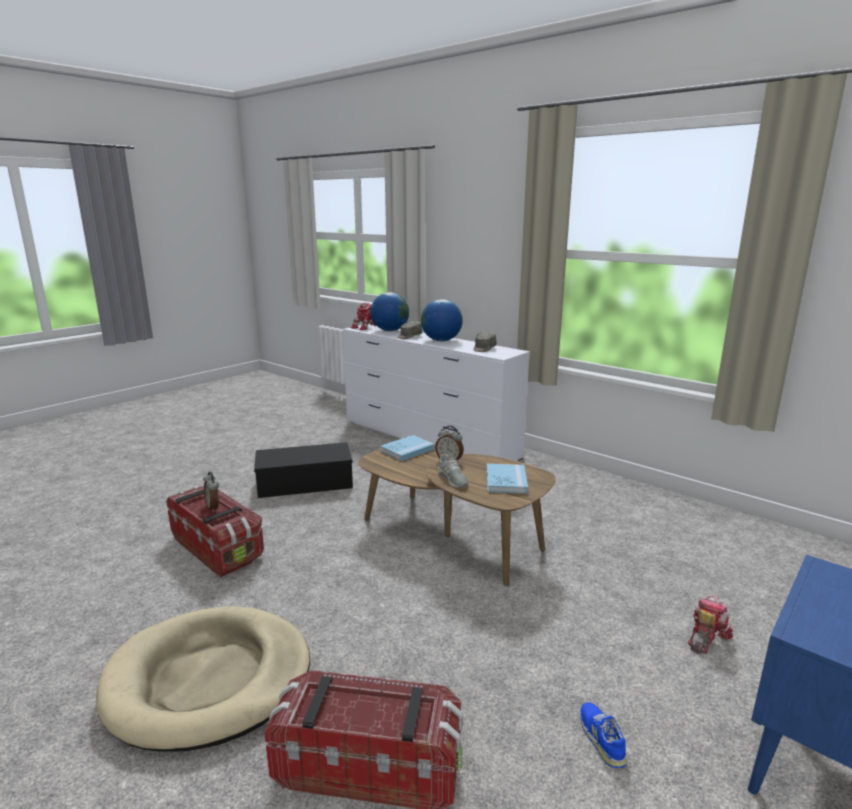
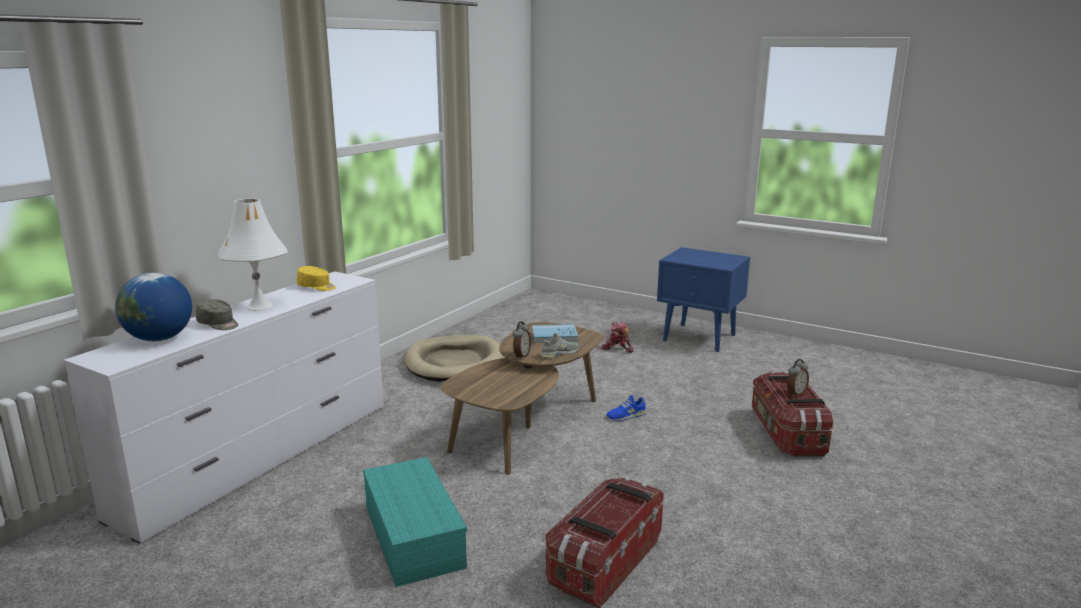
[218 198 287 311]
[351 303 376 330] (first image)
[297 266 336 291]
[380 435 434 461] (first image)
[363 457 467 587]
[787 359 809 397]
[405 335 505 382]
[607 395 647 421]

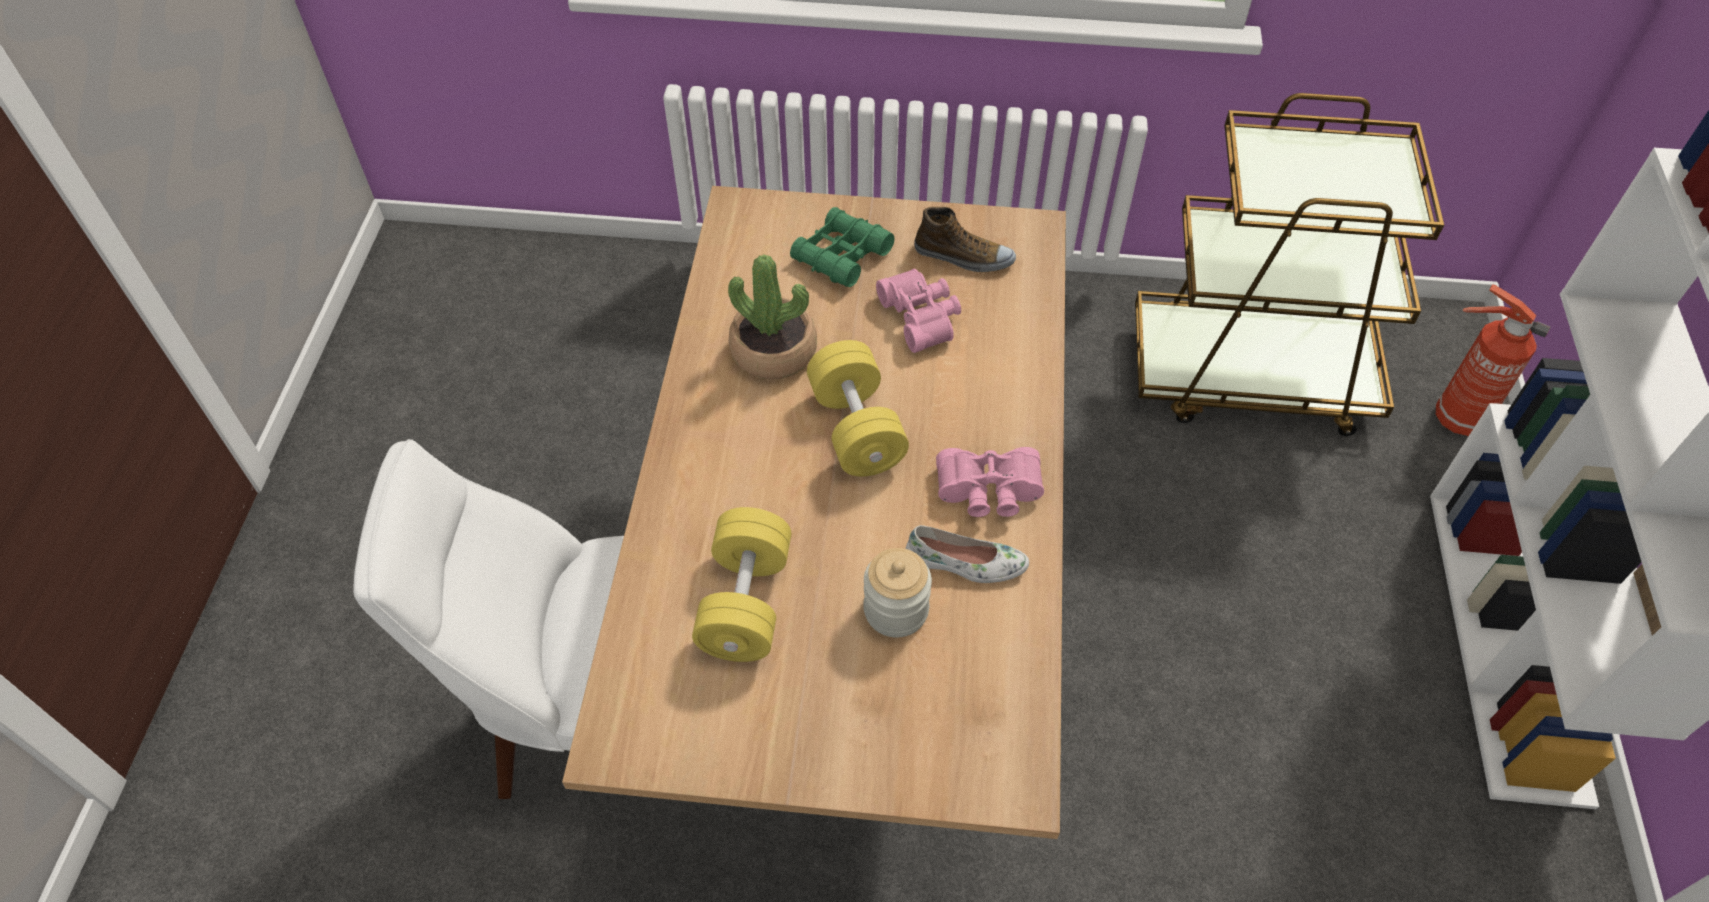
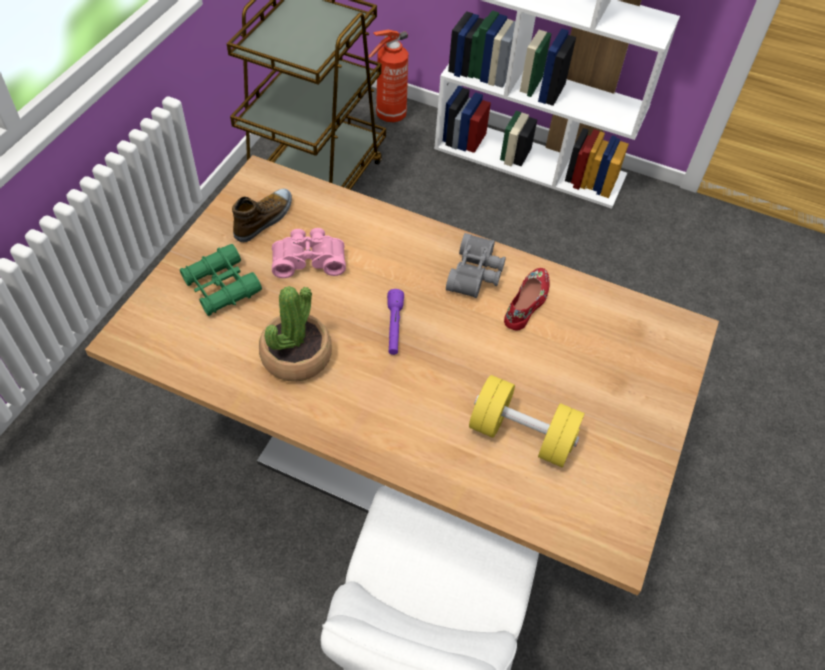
[387 289 404 355]
[446 233 506 298]
[504 268 550 330]
[863 548 932 638] (first image)

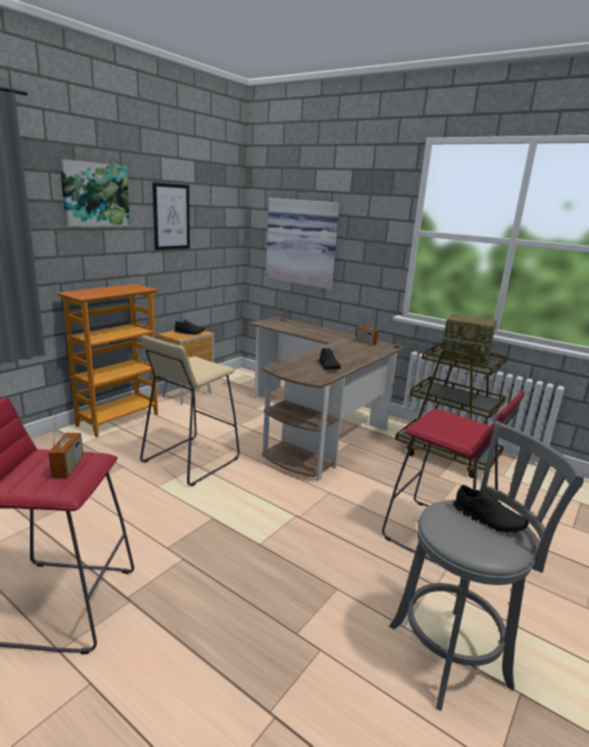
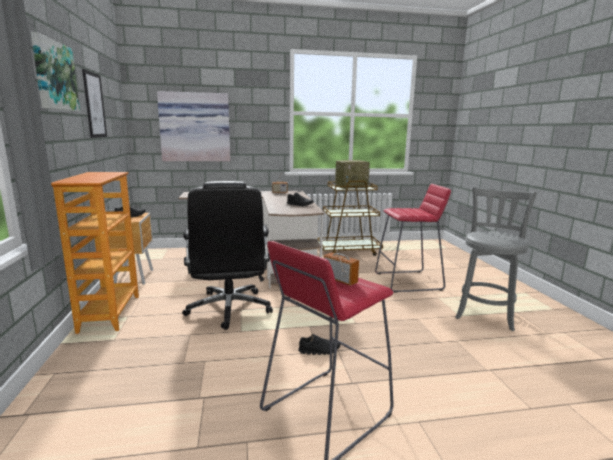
[182 181 273 330]
[298 334 340 355]

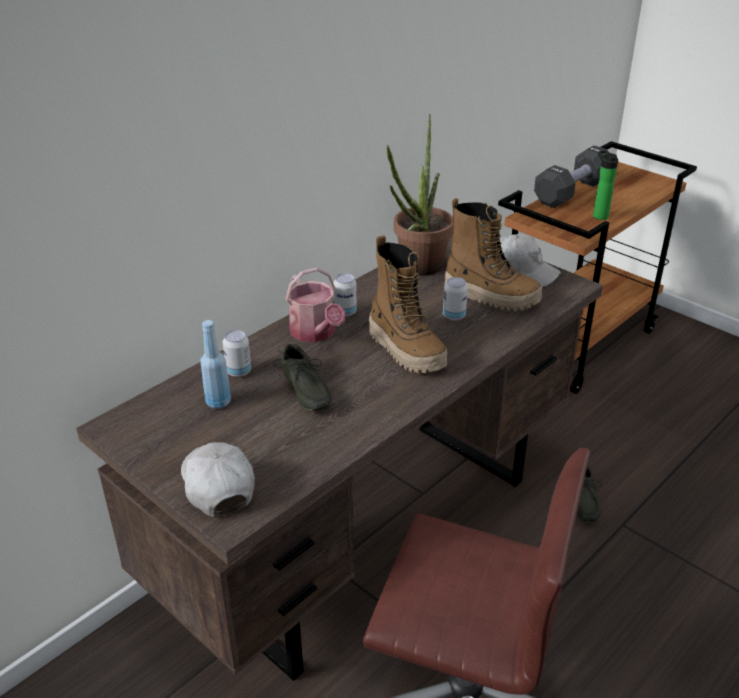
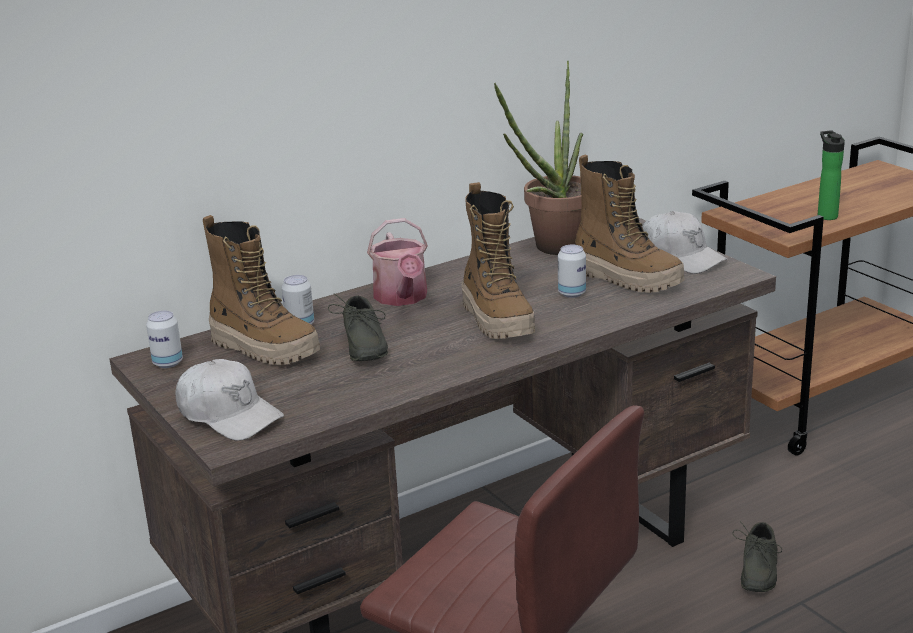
[534 145 608 208] (first image)
[146 311 183 368]
[203 215 320 365]
[175 359 284 441]

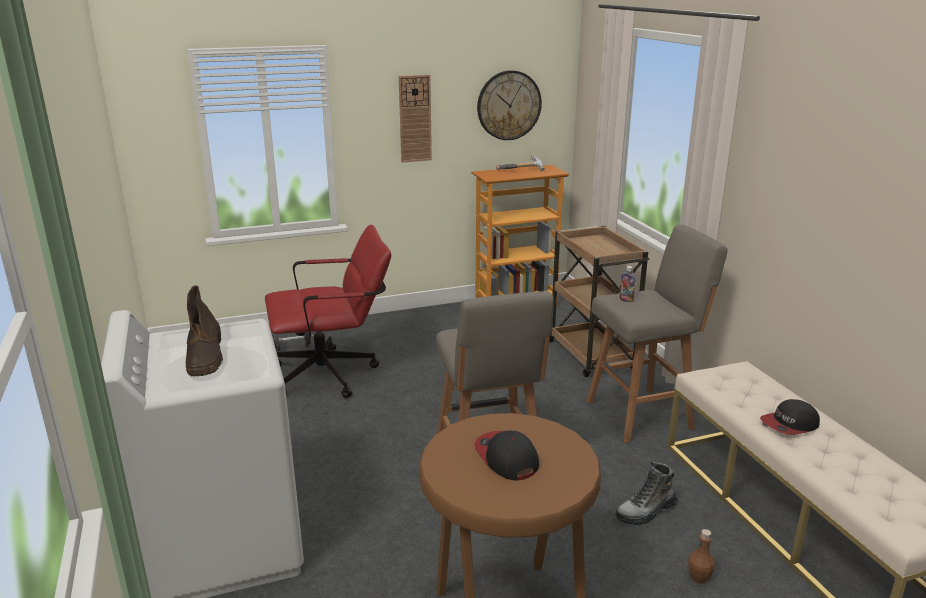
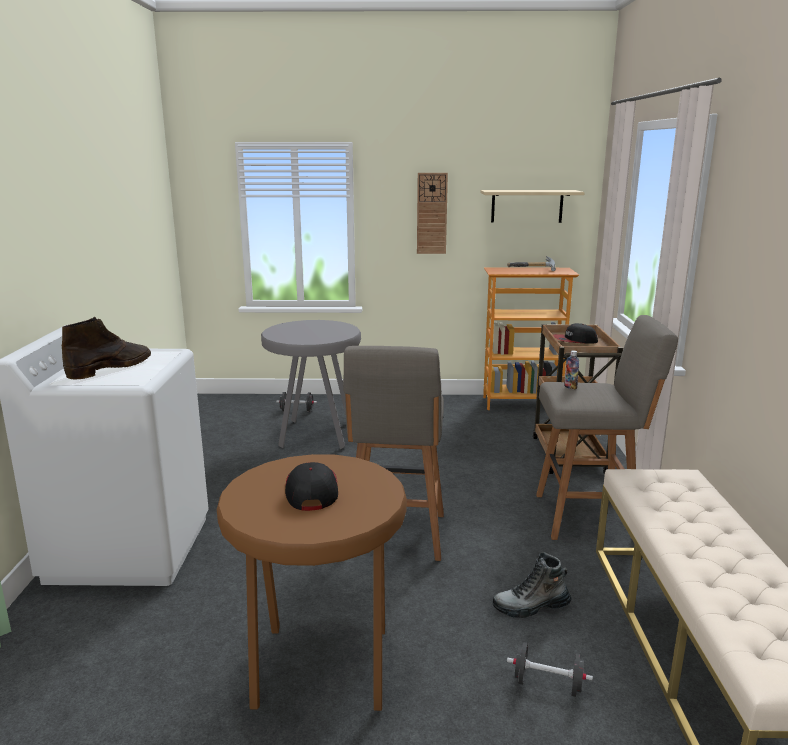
[480 190 585 223]
[261 320 361 449]
[62 317 151 379]
[553 323 598 343]
[507 642 593 697]

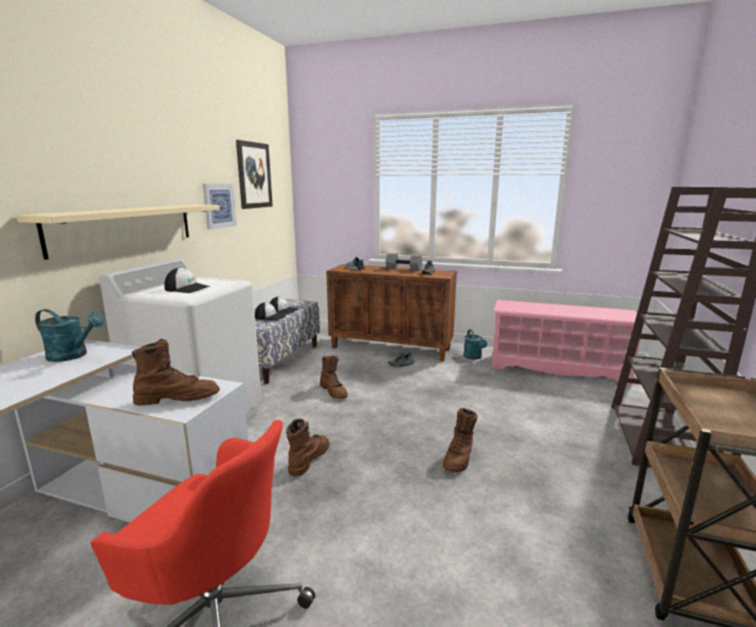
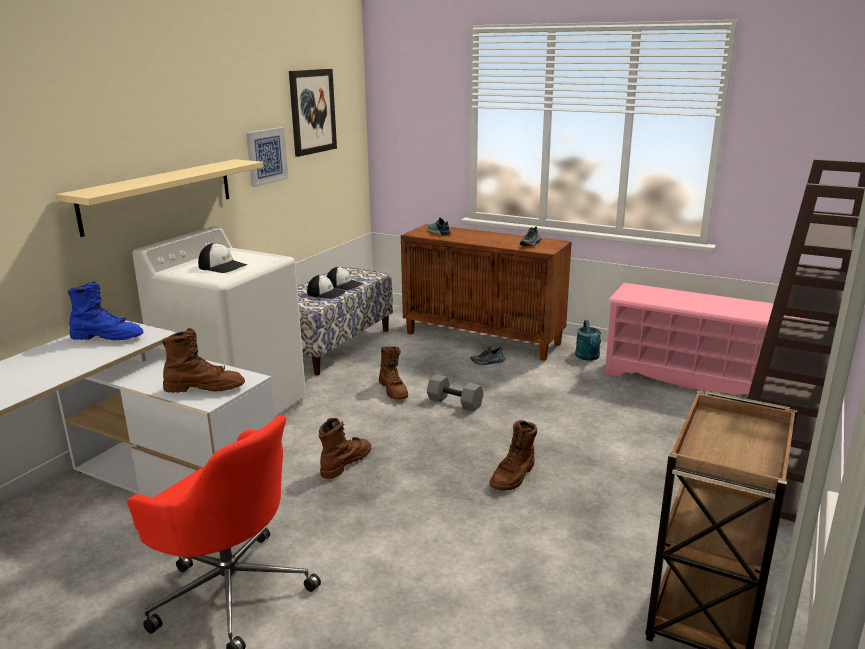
[427 374 484 411]
[68 281 144 340]

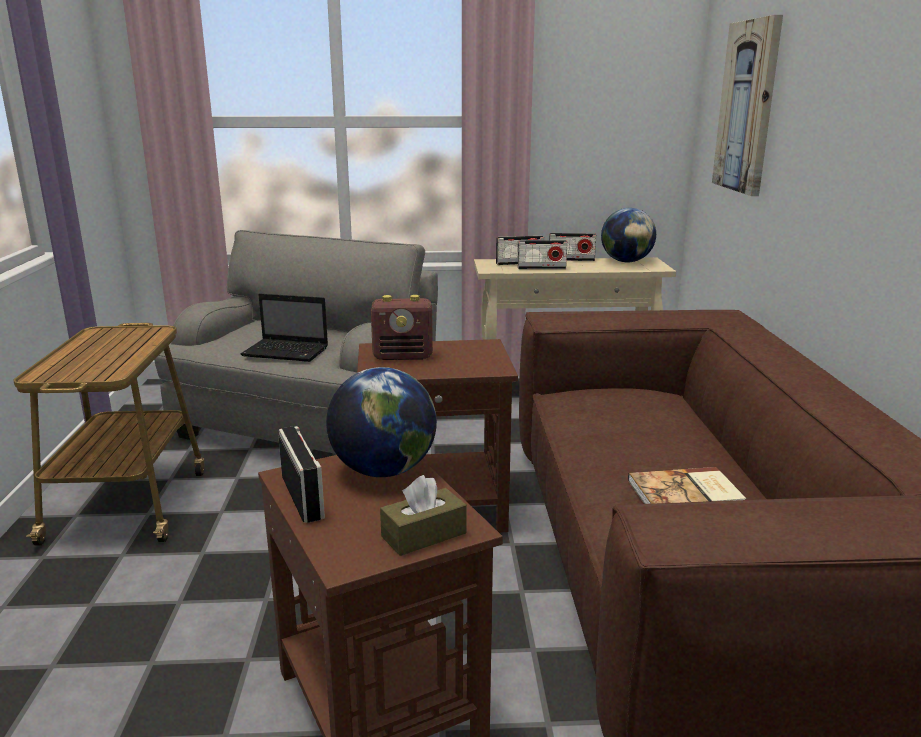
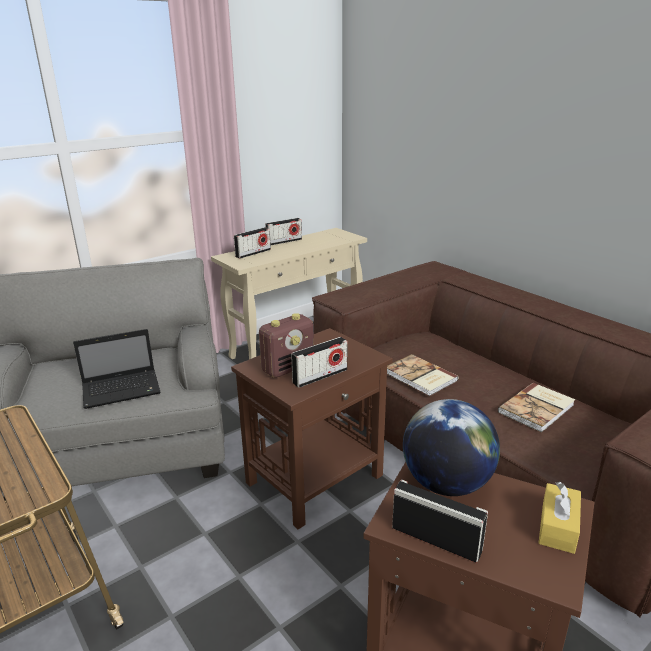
[712 15 783 196] (first image)
[601 208 656 262] (first image)
[291 337 347 388]
[539 482 581 554]
[387 354 458 396]

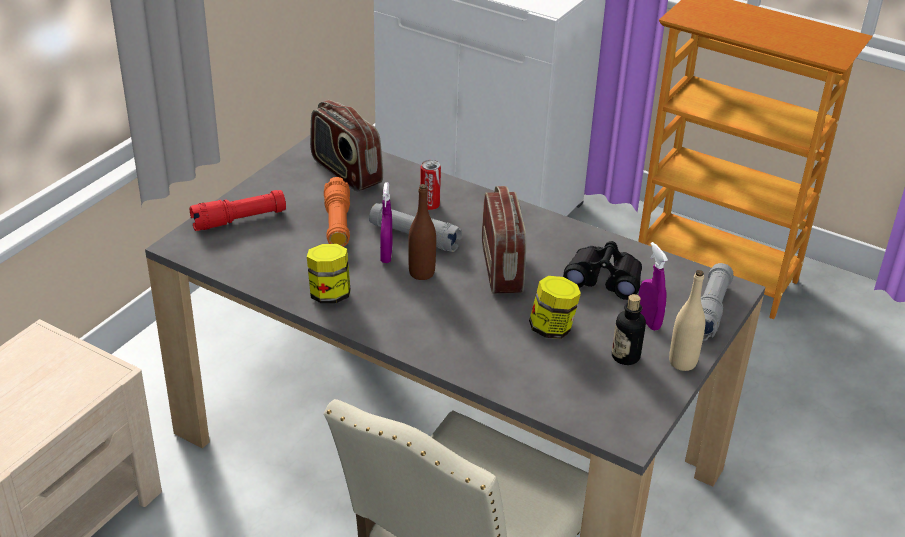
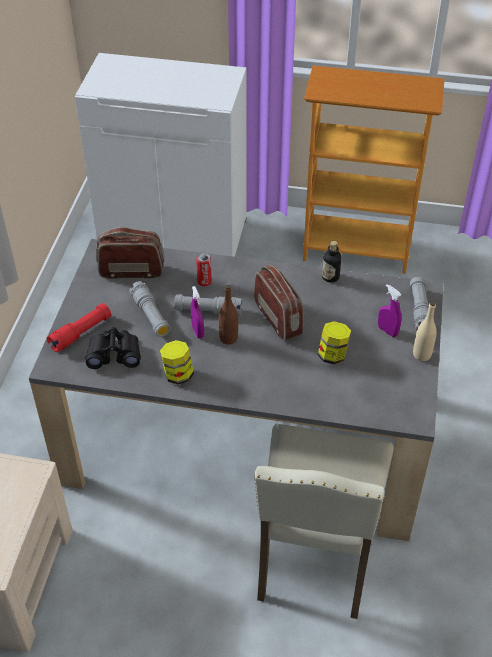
[96 227 165 279]
[129 281 170 337]
[85 327 141 369]
[322 241 341 283]

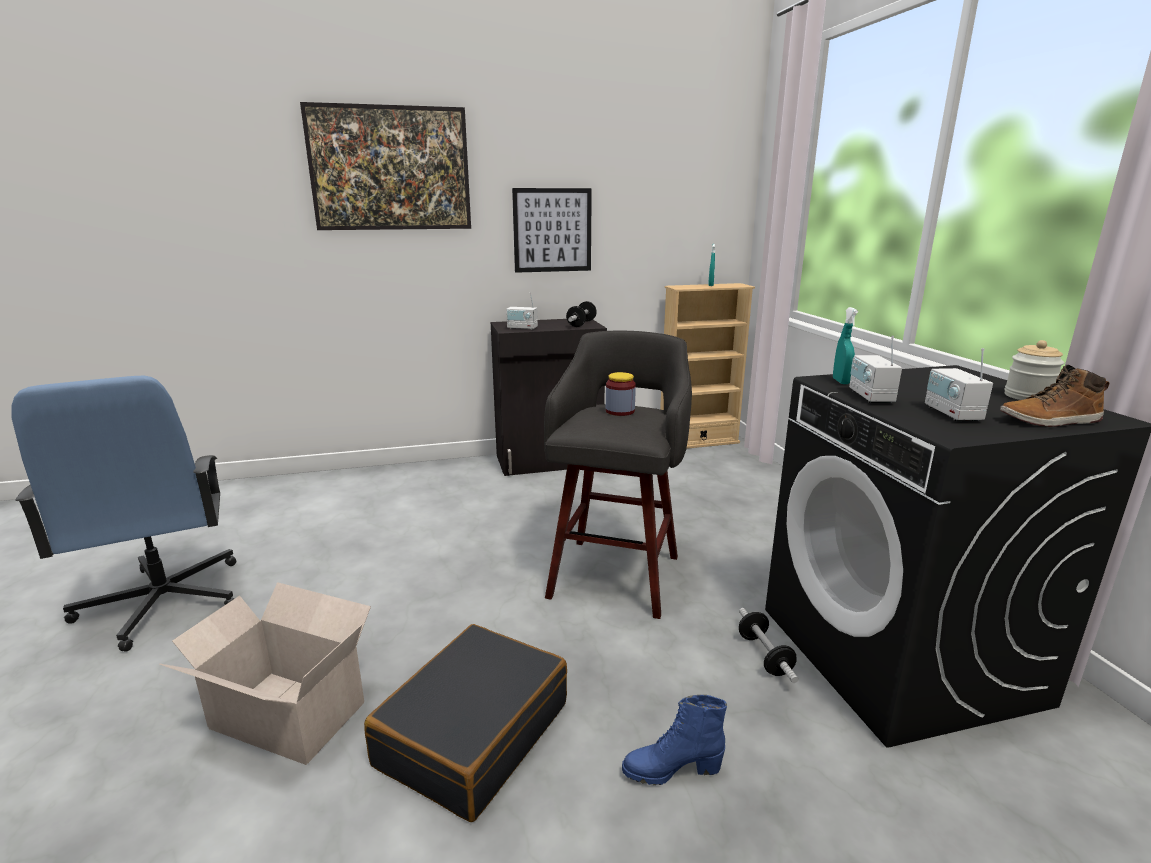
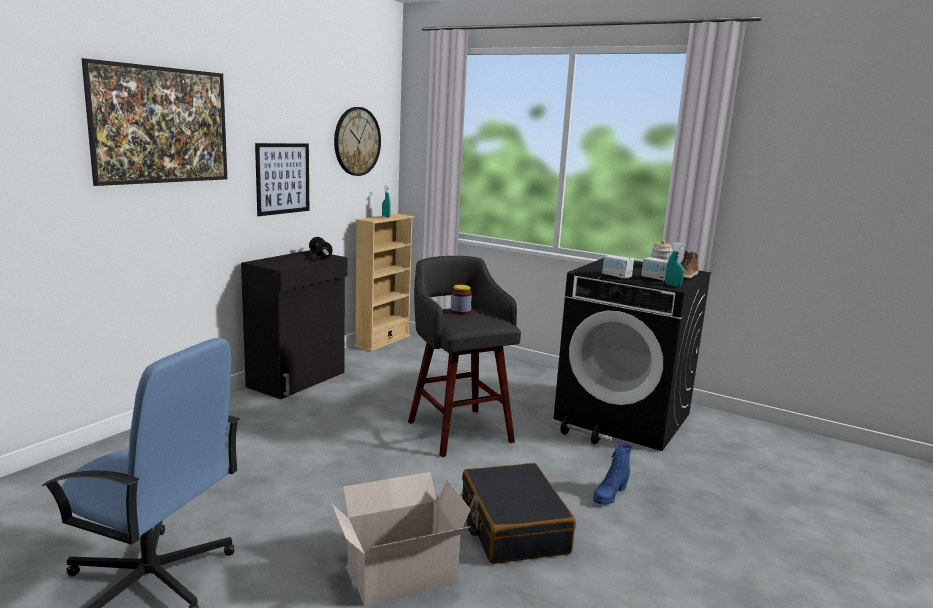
[506 292 538 330] (first image)
[665 242 686 287]
[334 107 381 176]

